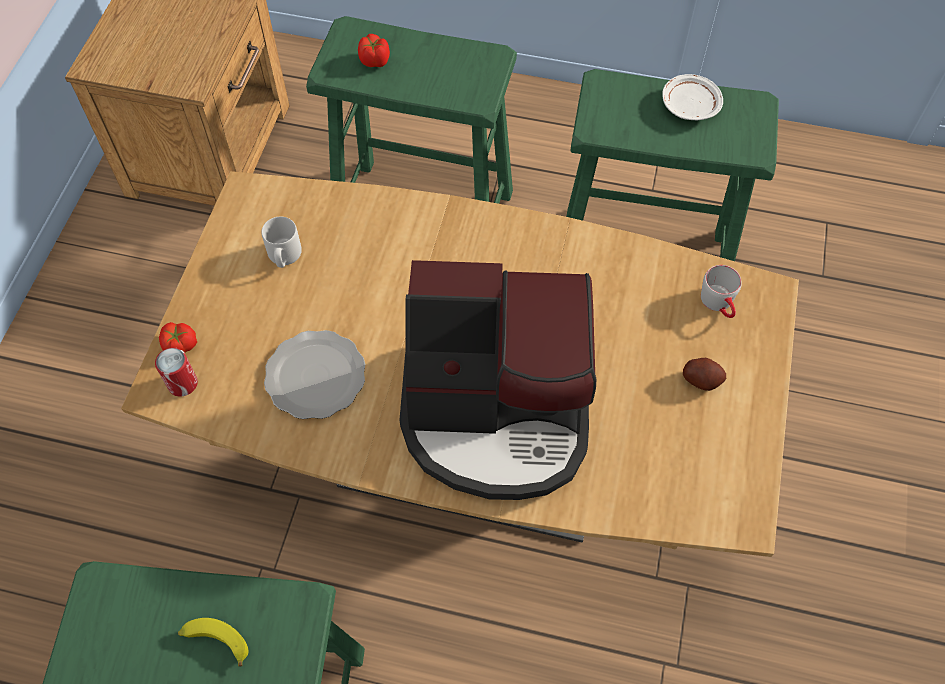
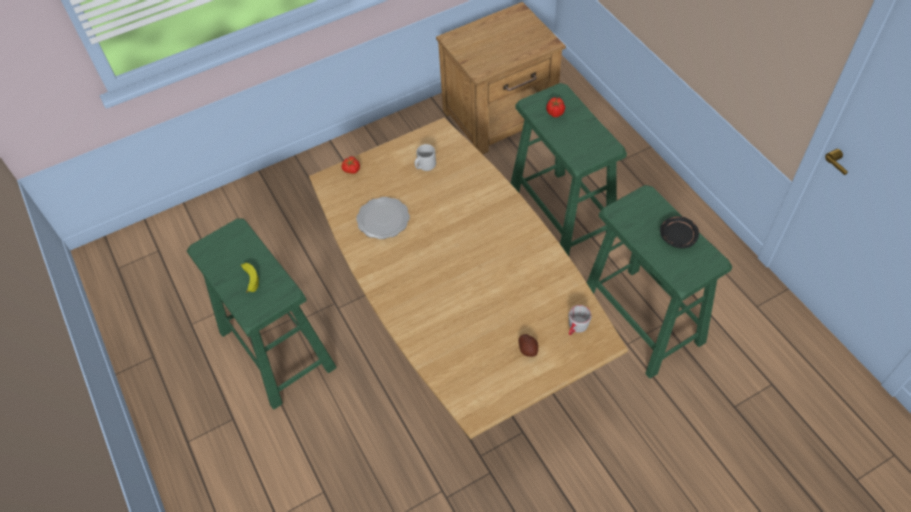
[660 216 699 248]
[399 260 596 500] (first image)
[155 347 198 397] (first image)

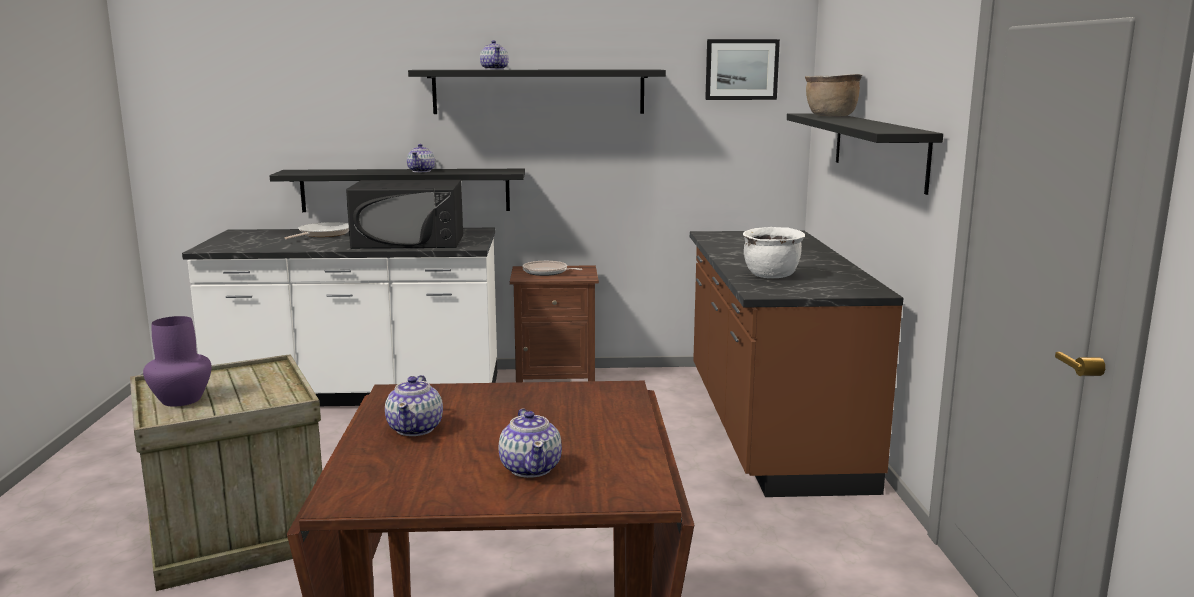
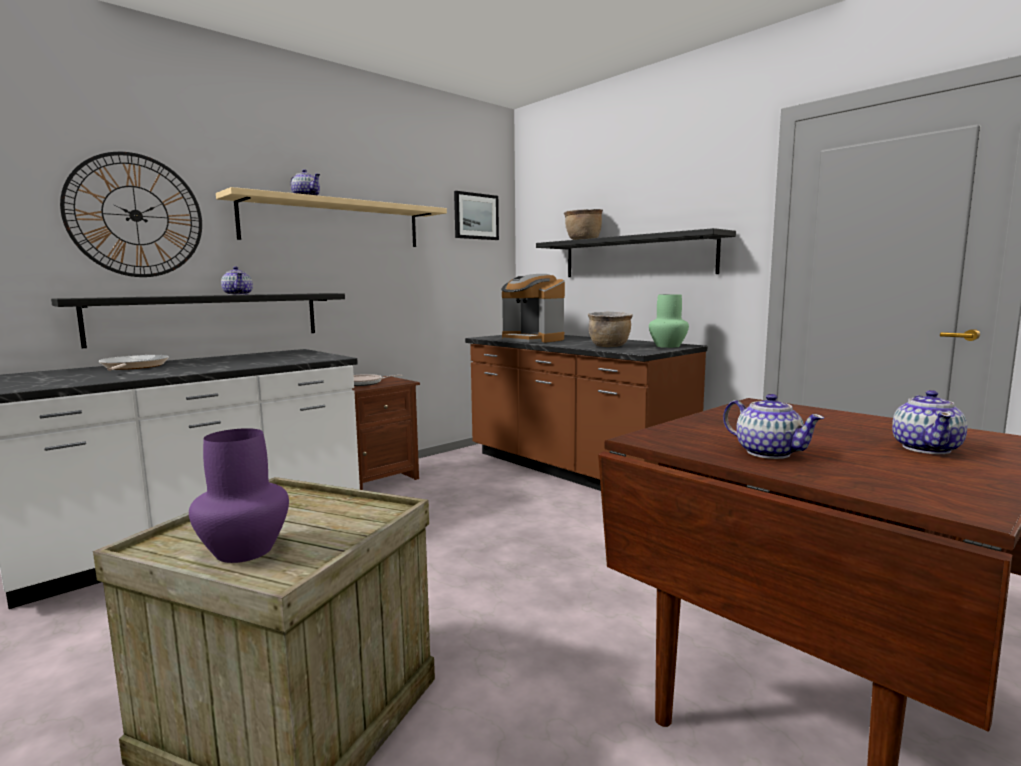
[216 187 447 247]
[346 180 463 249] (first image)
[588 312 633 347]
[892 390 967 454]
[60 152 202 277]
[501 274 565 343]
[649 294 689 348]

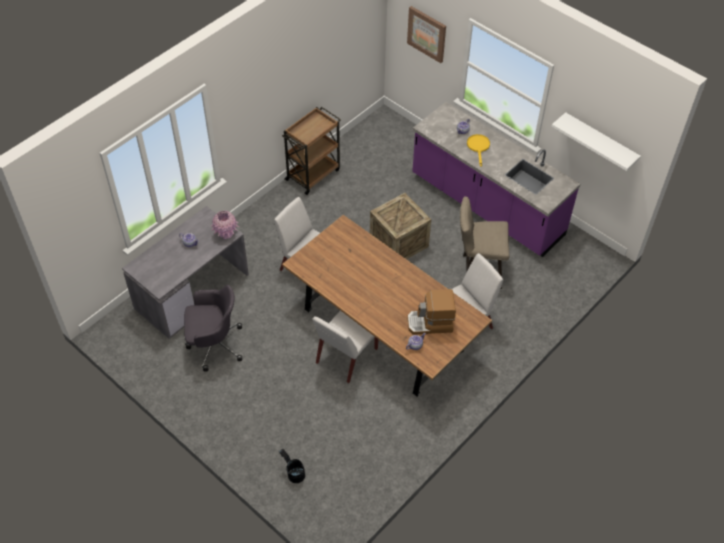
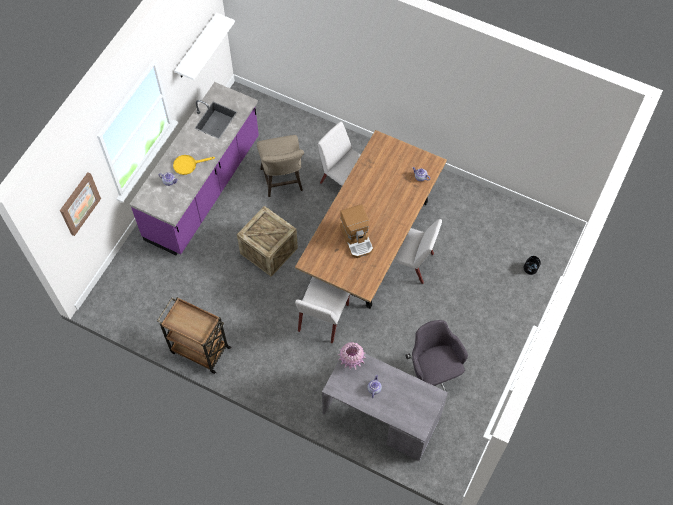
[340 204 373 258]

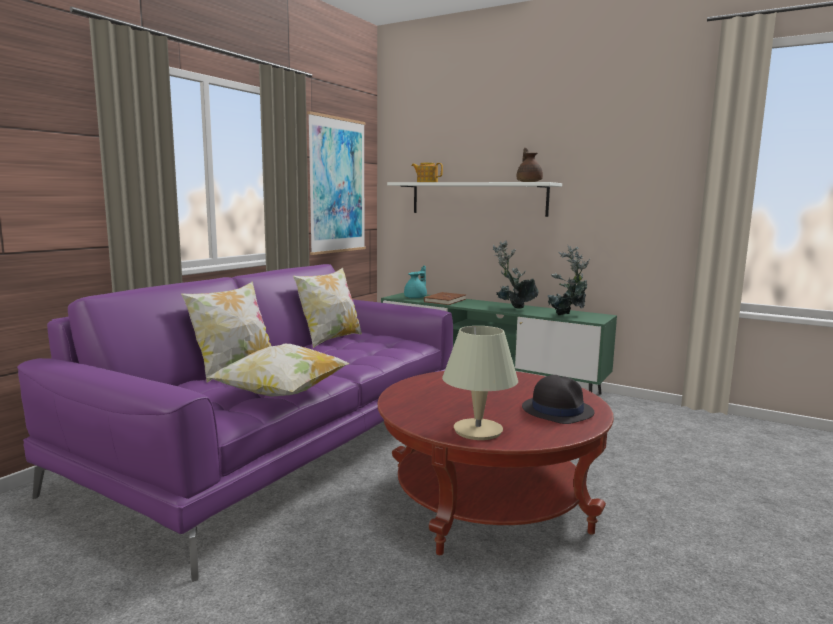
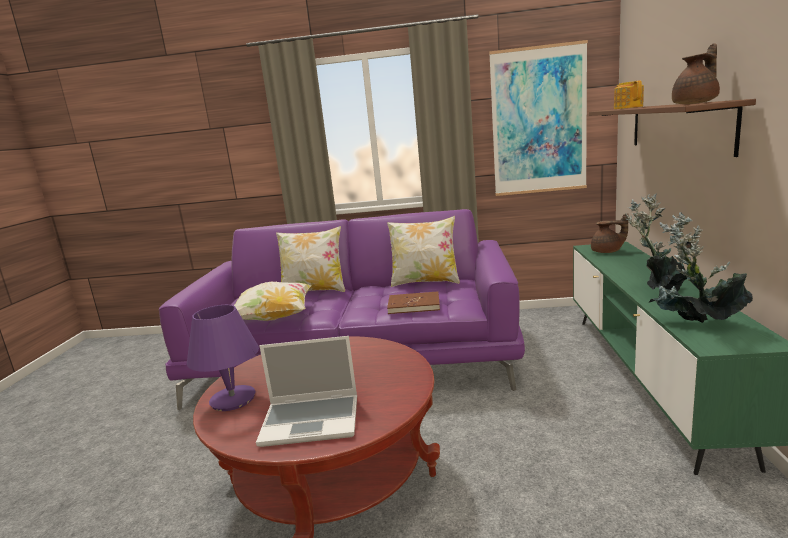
[589 99 756 157]
[591 213 628 253]
[387 291 440 314]
[187 305 259 411]
[256 336 357 447]

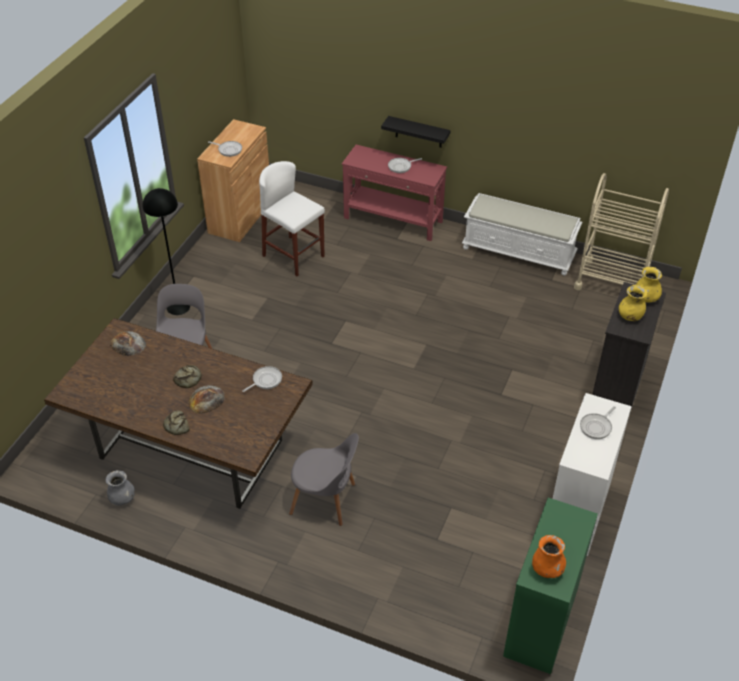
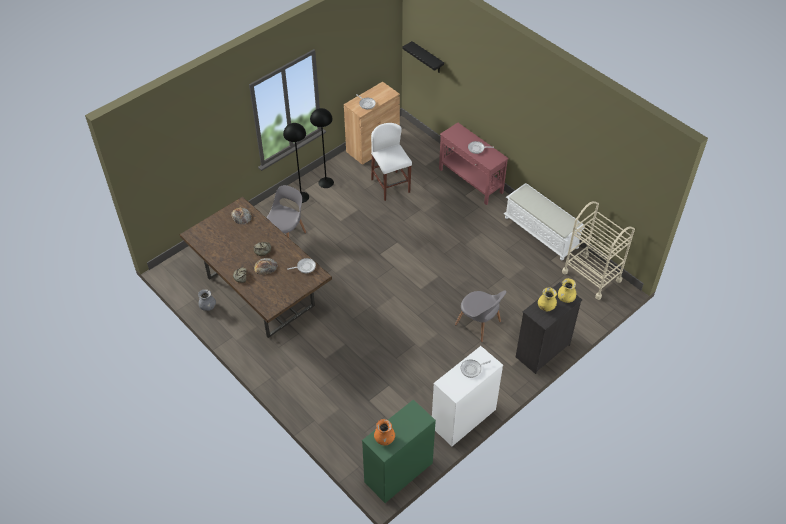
[402 41 444 72]
[455 290 506 342]
[310 108 334 188]

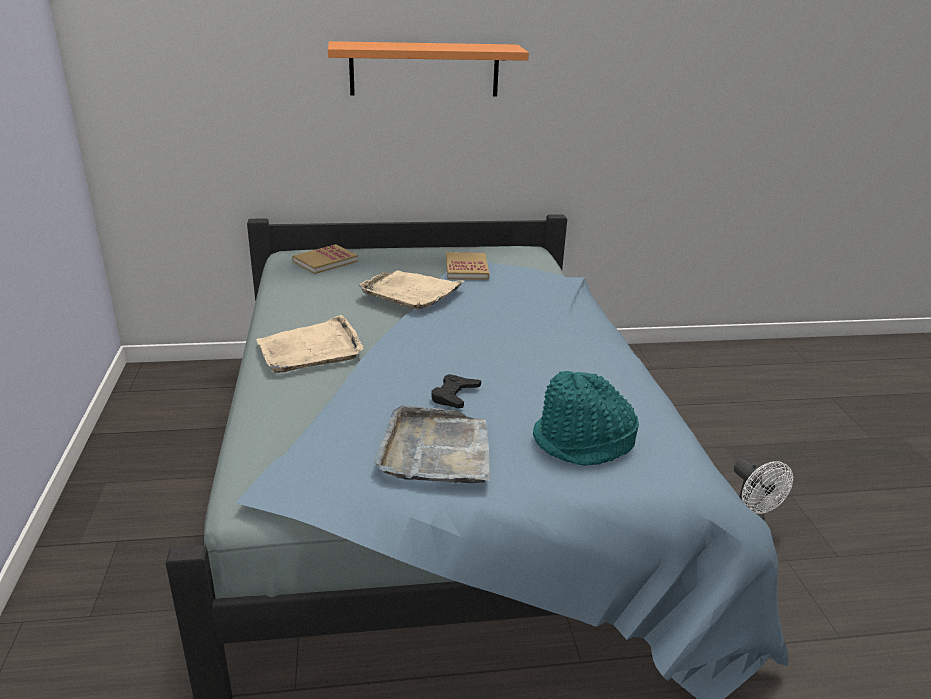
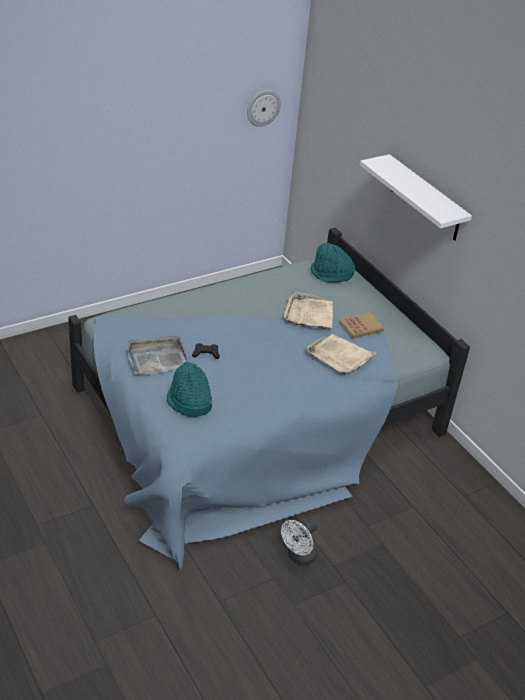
[360 154 472 241]
[311 242 355 283]
[306 334 376 374]
[247 90 281 127]

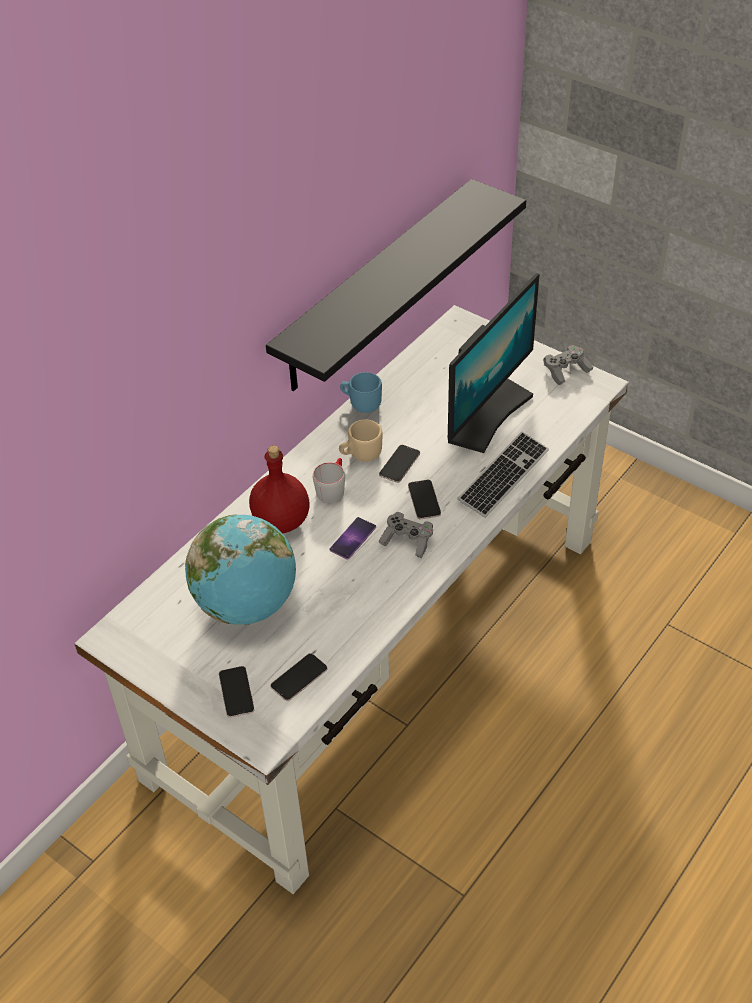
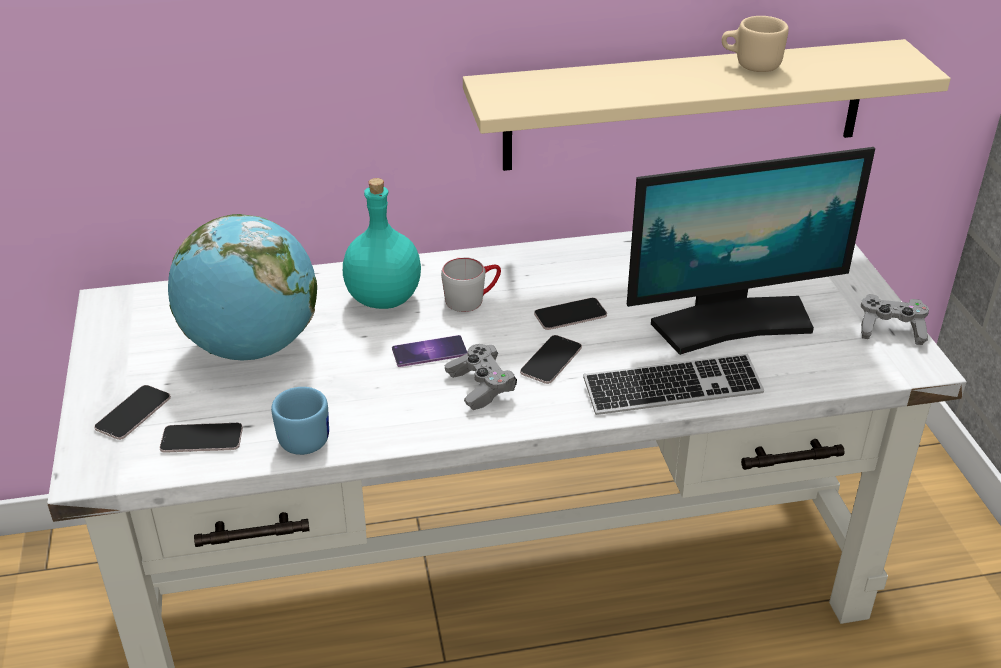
[463 39 951 171]
[271 387 329 455]
[722 16 789 72]
[343 178 421 309]

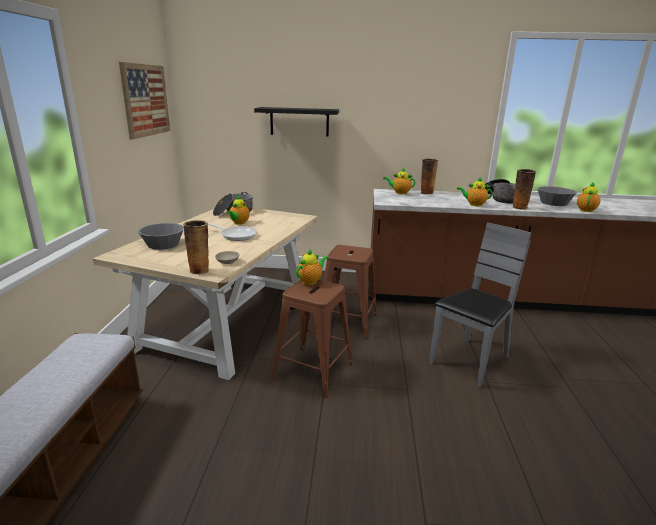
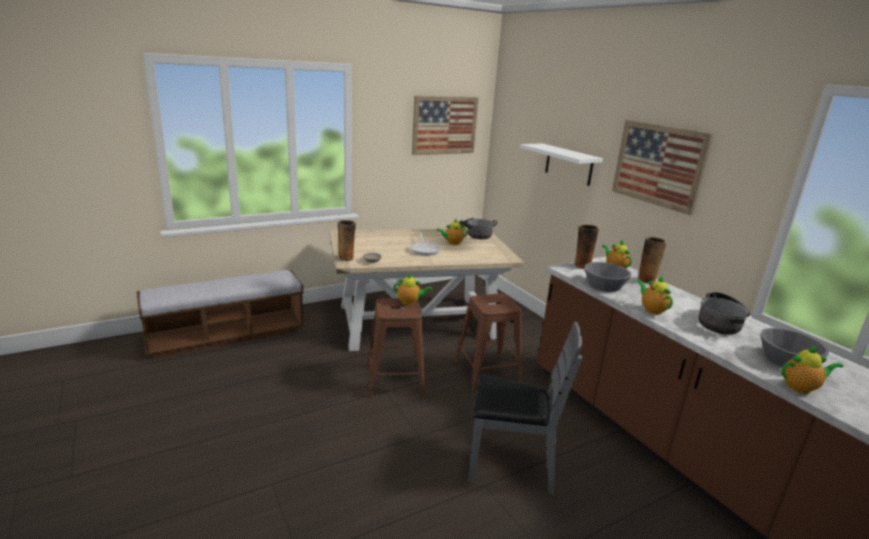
[520 143 603 186]
[574 224 599 269]
[584 262 631 292]
[612 120 713 215]

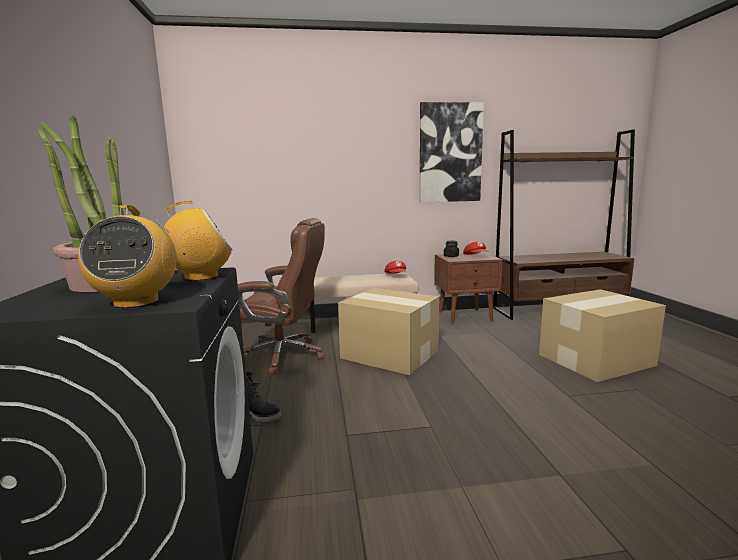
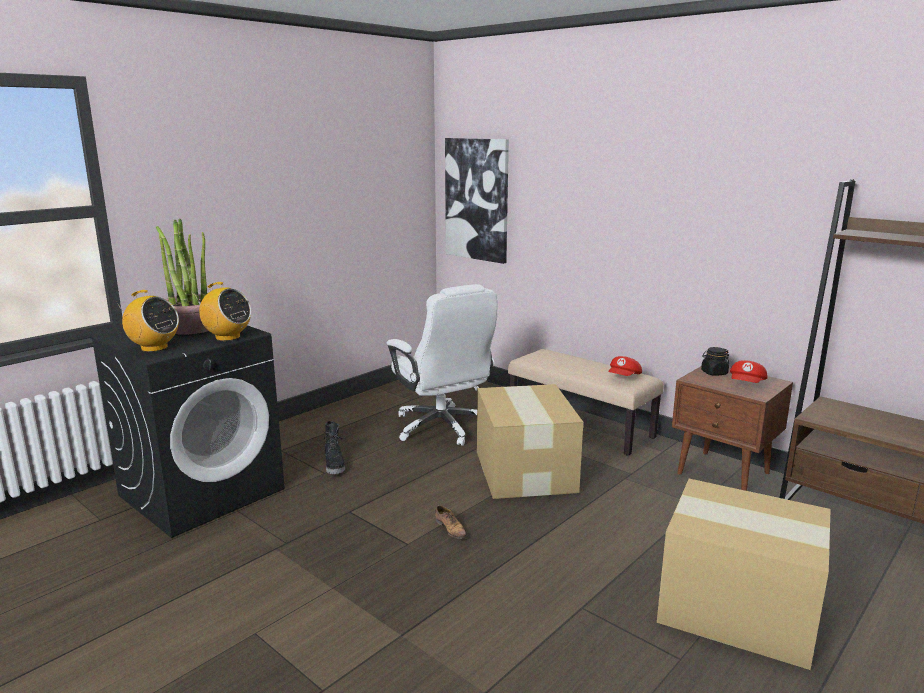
[445 138 509 264]
[118 290 179 352]
[387 284 498 446]
[435 505 467 539]

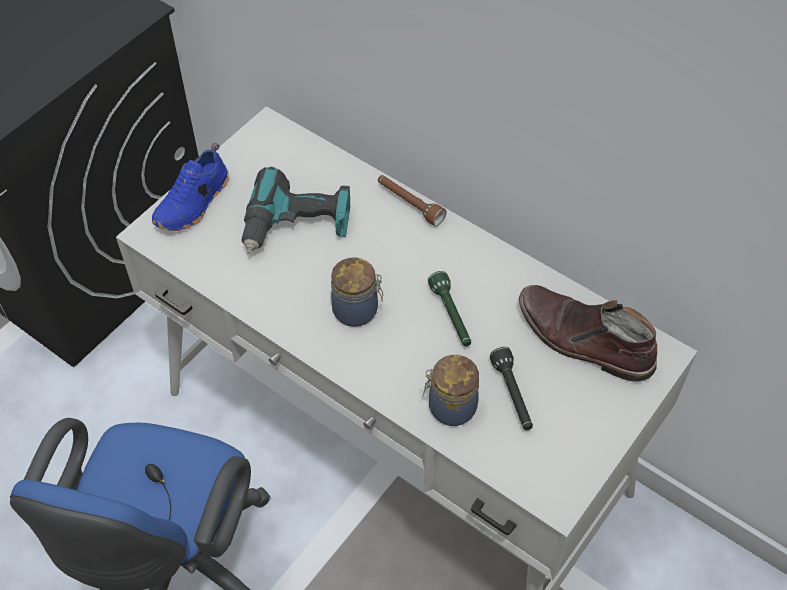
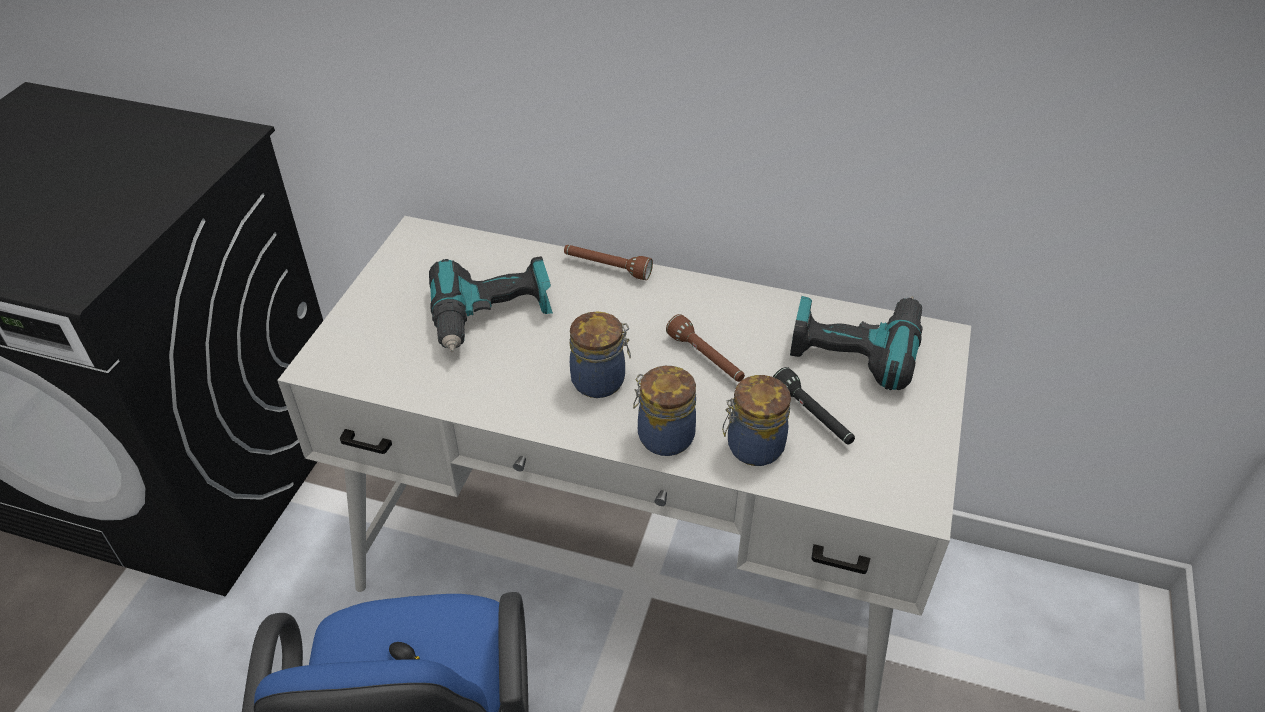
[152 143 229 231] (first image)
[666 314 745 382]
[790 296 923 391]
[633 366 696 456]

